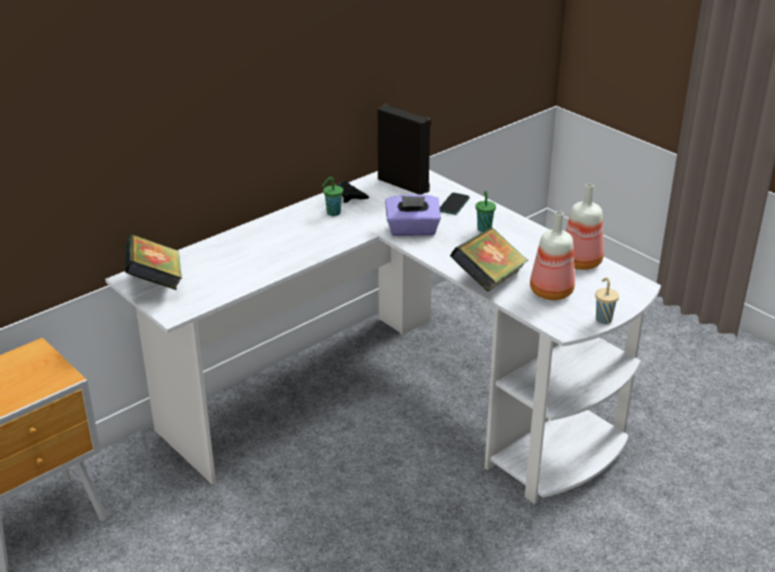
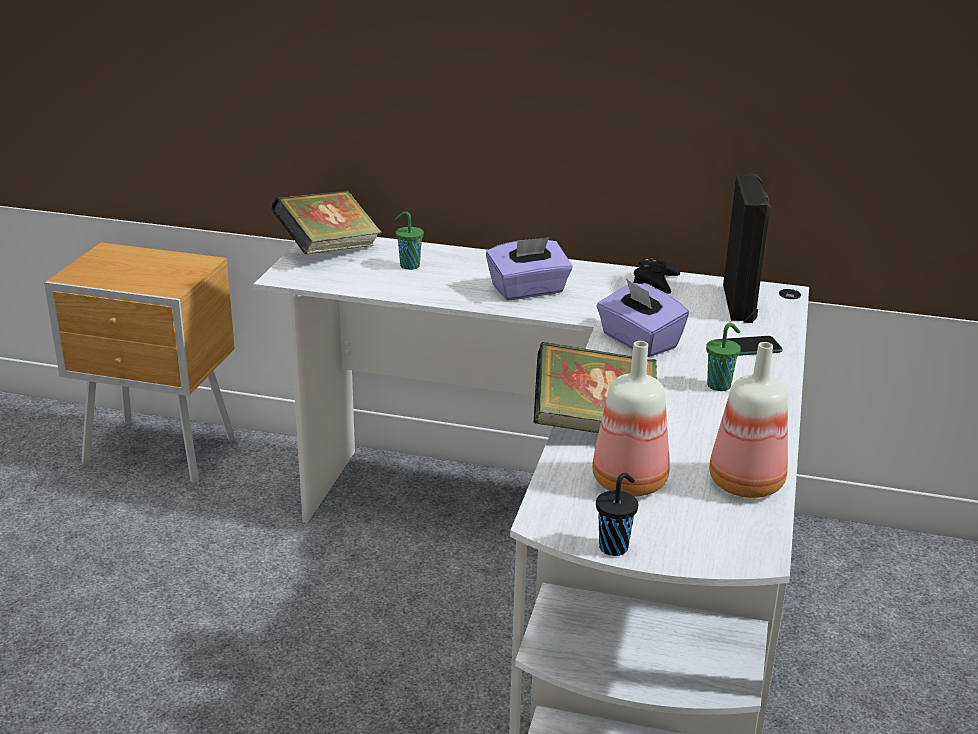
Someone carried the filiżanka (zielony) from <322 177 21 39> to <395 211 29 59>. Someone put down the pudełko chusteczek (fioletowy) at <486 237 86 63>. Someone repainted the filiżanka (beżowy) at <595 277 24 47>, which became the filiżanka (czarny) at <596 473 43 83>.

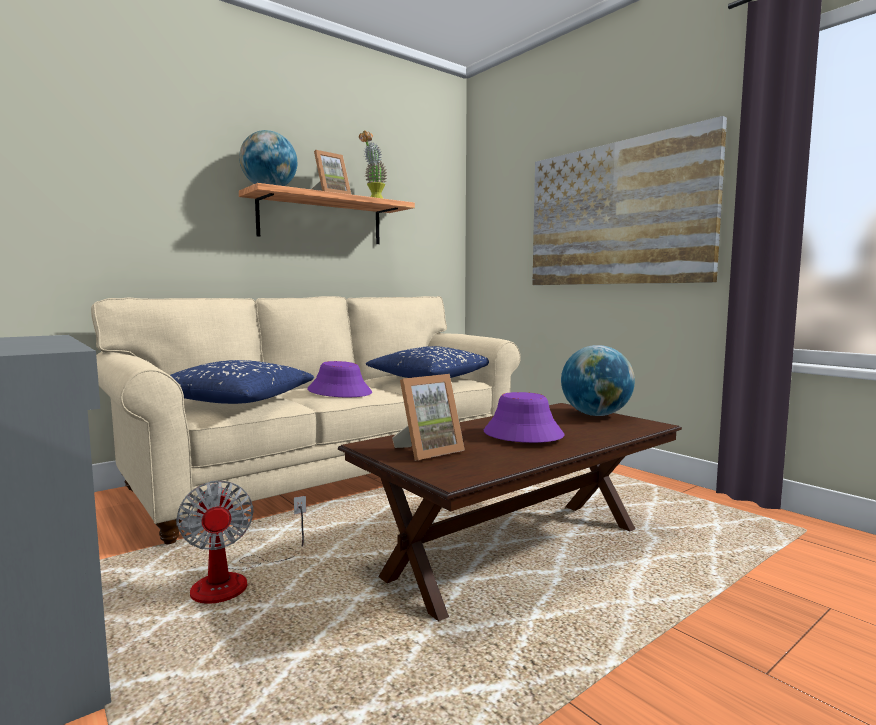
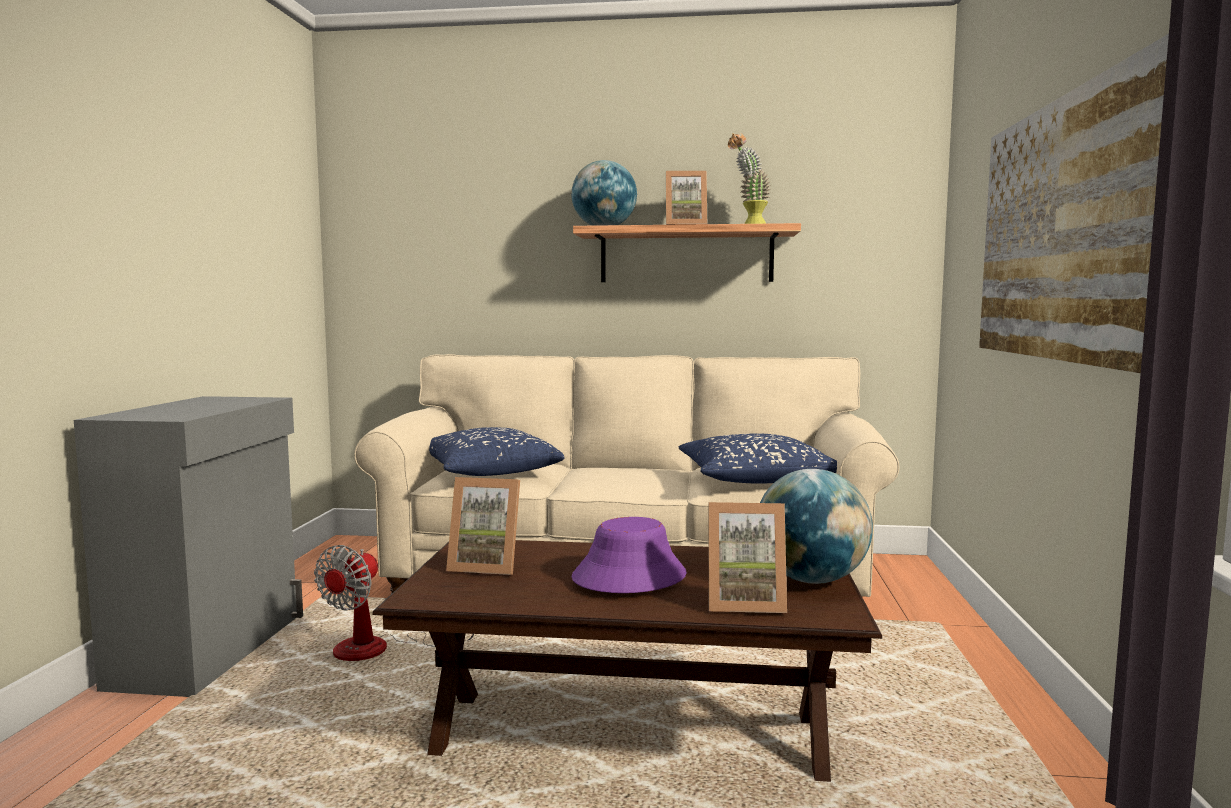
Someone put down the ramka na zdjęcie at <708 502 79 111>. Someone took away the kapelusz (fioletowy) at <307 361 65 36>.

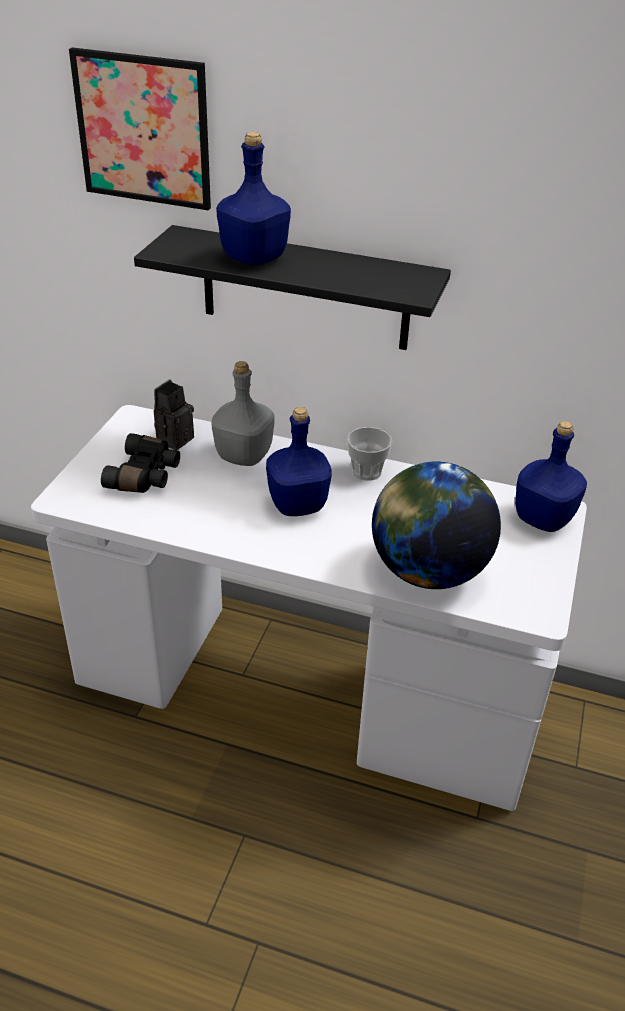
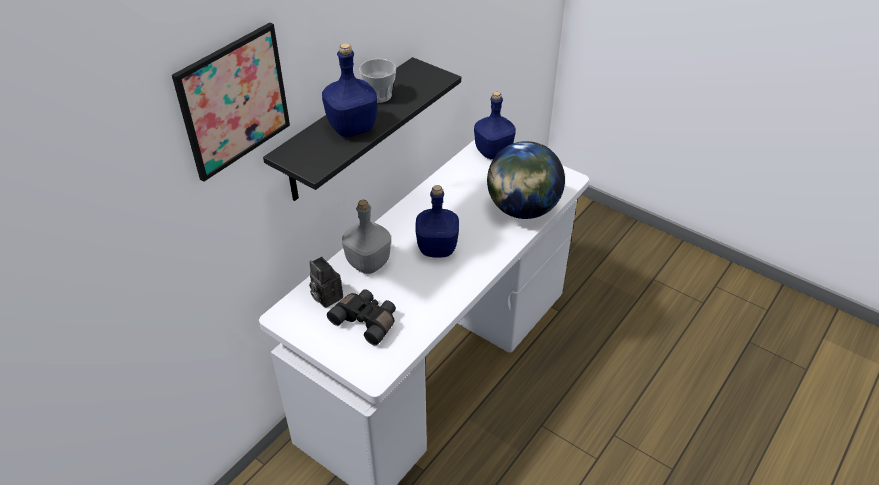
Someone carried the filiżanka from <347 427 45 54> to <359 59 37 44>.

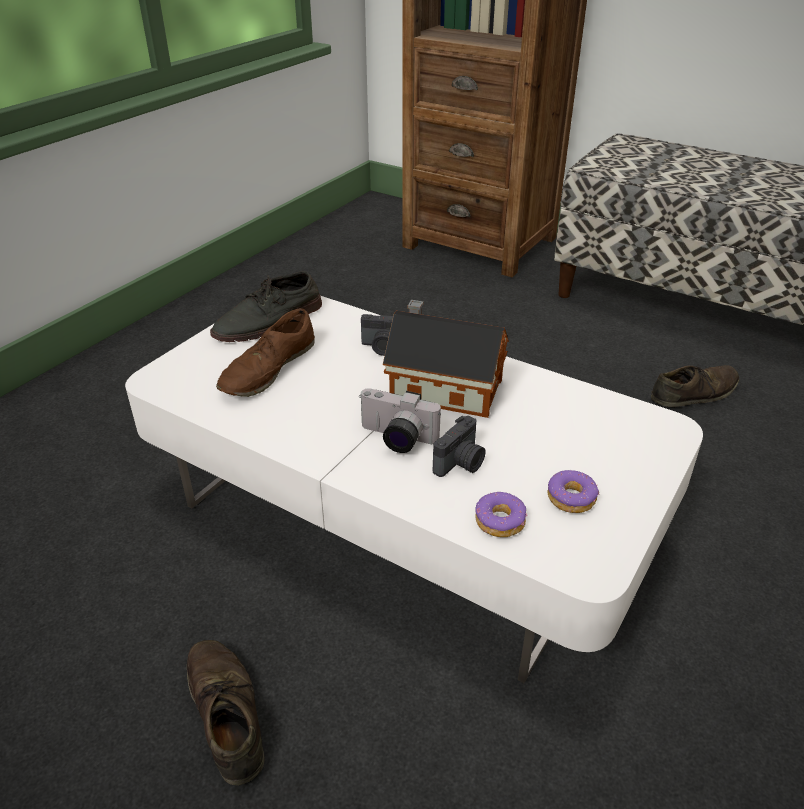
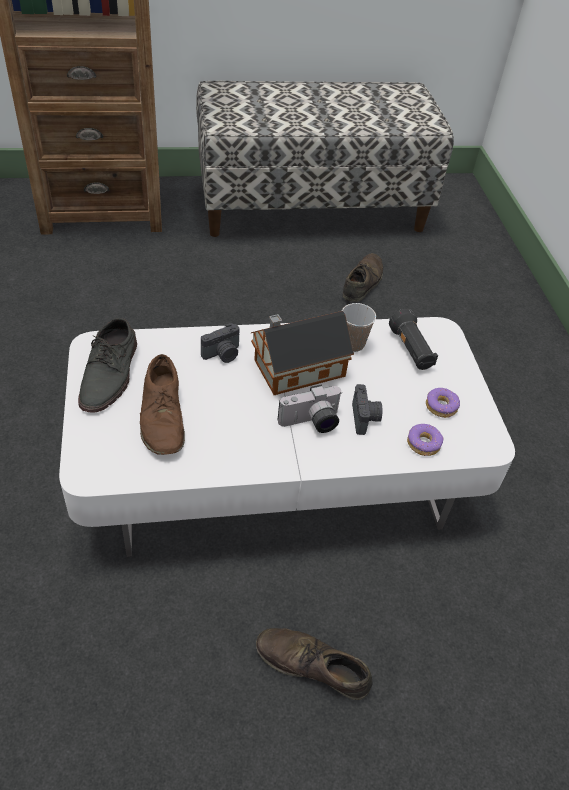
Someone put down the filiżanka at <342 303 34 49>. Someone put down the latarka (czarny) at <389 309 49 61>.

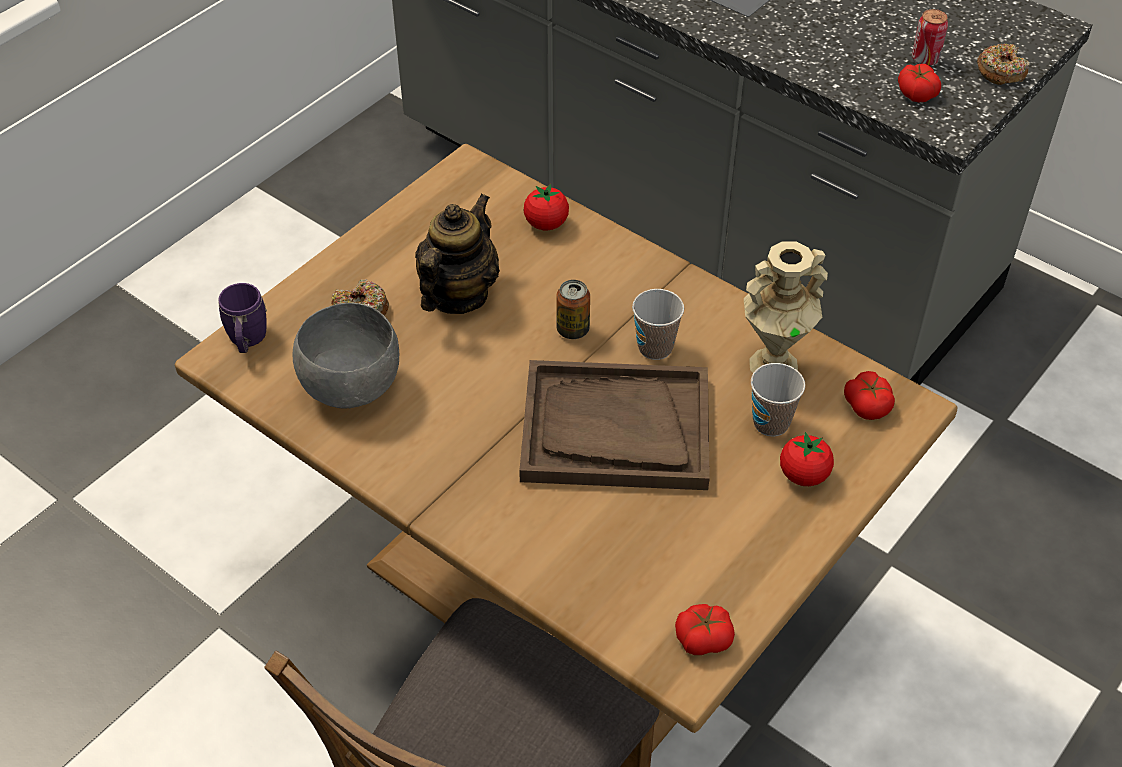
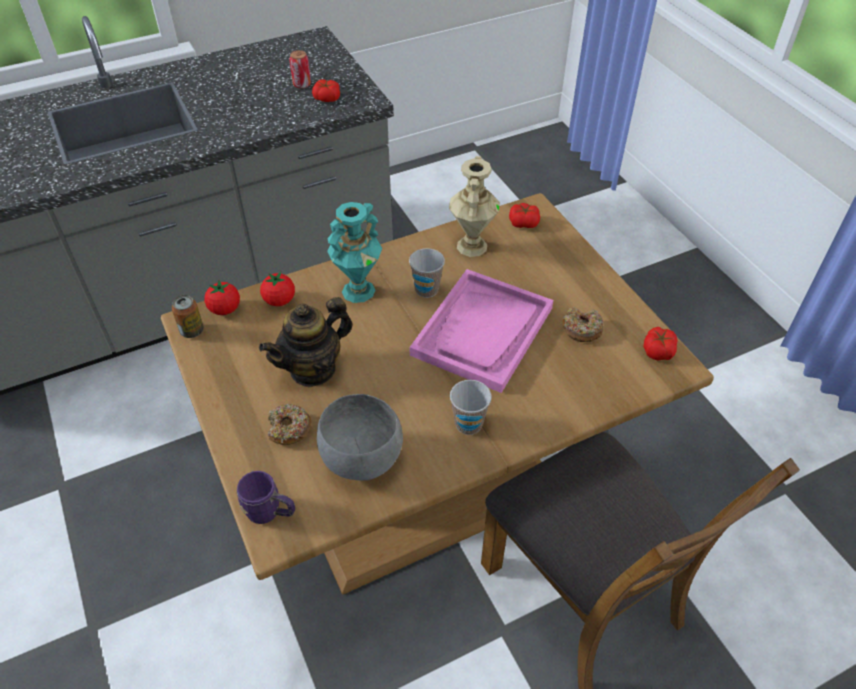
Someone carried the puszka from <556 280 34 59> to <172 295 32 43>. Someone carried the pomidor from <780 432 54 54> to <204 280 36 35>. Someone rotated the imbryk at <415 194 85 120> by 90 degrees counterclockwise. Someone put down the wazon (turkusowy) at <327 202 55 101>. Someone repainted the taca (brązowy) at <519 360 191 130>, which became the taca (różowy) at <410 269 143 124>. Someone carried the filiżanka from <751 363 54 74> to <450 380 42 55>. Someone carried the donut from <977 44 53 41> to <562 307 41 35>.

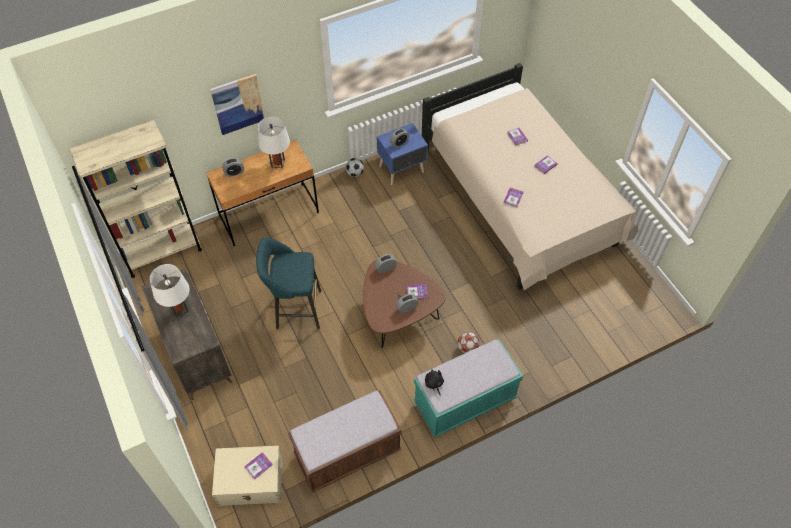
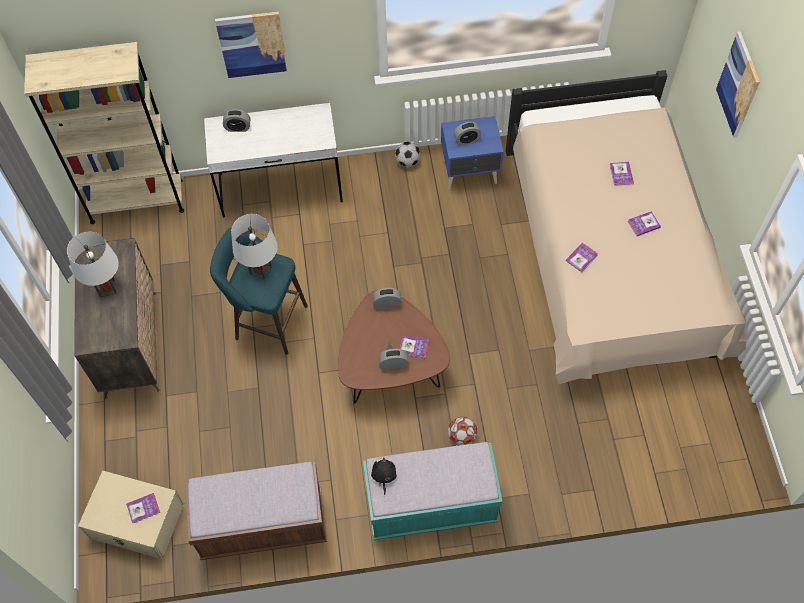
Someone repainted the biurko (brązowy) at <206 140 113 106>, which became the biurko (biały) at <204 103 139 114>. Someone carried the lampa stołowa (biały) from <258 116 32 52> to <231 214 47 66>. Someone put up the obraz at <716 31 44 107>.

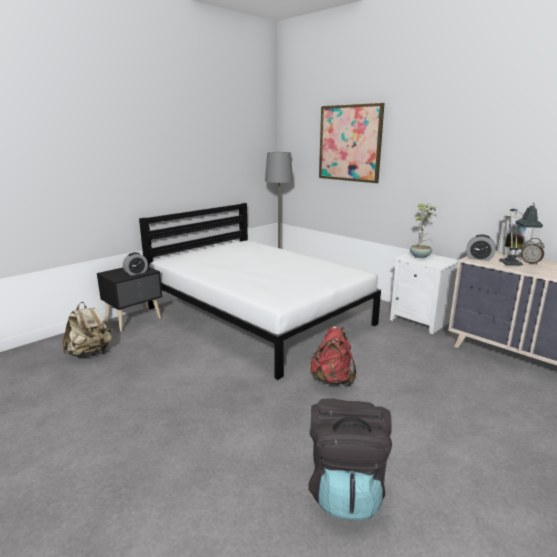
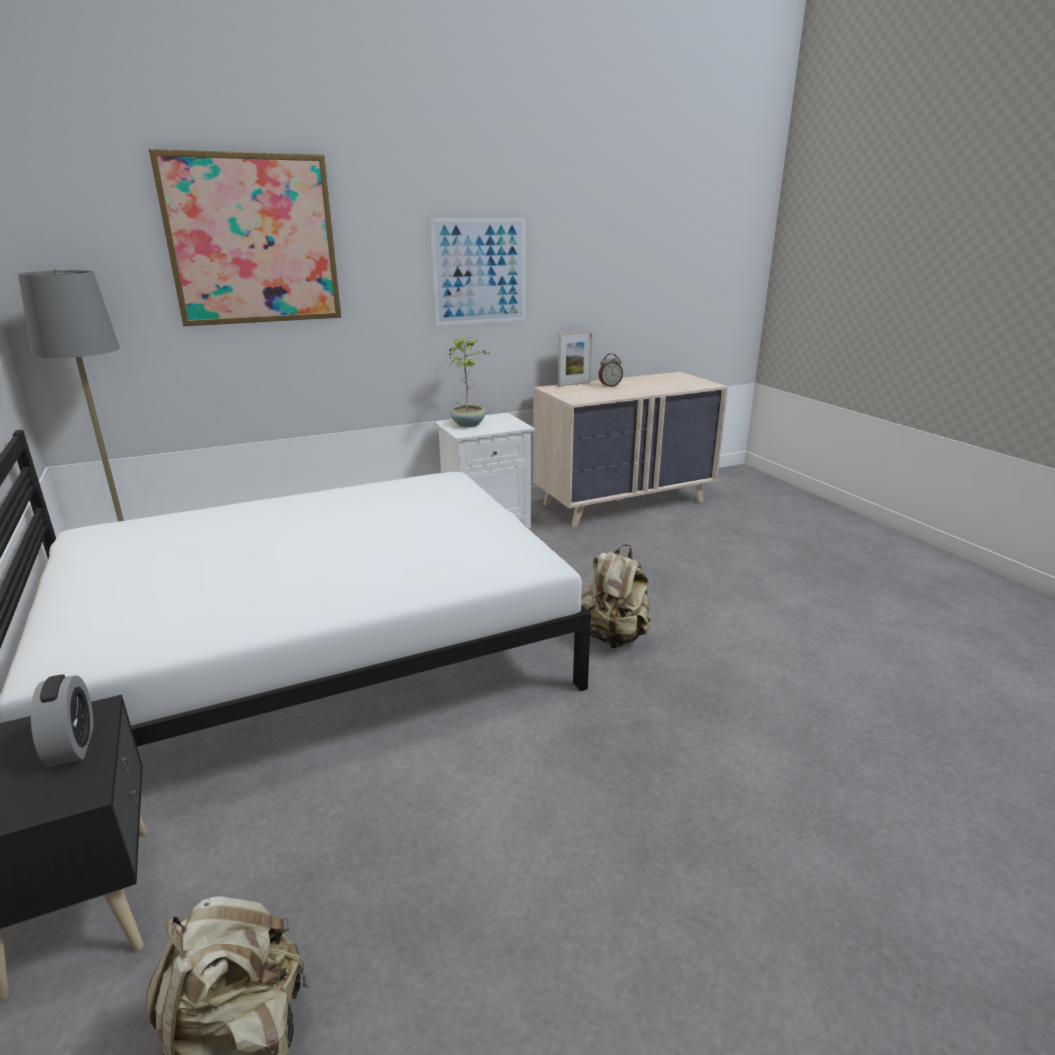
Someone put up the obraz at <430 218 95 108>. Someone repainted the plecak (czerwony) at <310 326 46 61>, which became the plecak (beżowy) at <581 544 71 104>. Someone took away the plecak (czarny) at <308 399 84 121>. Someone took away the budzik at <466 235 30 26>. Someone took away the lampa stołowa at <499 205 44 61>.

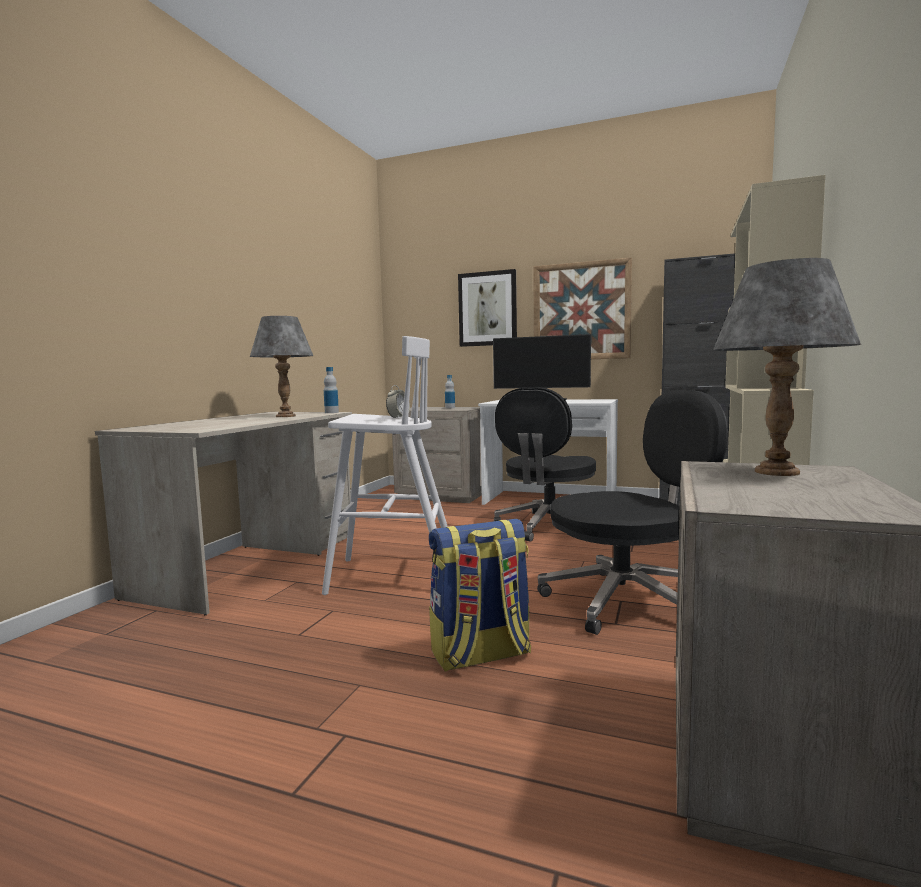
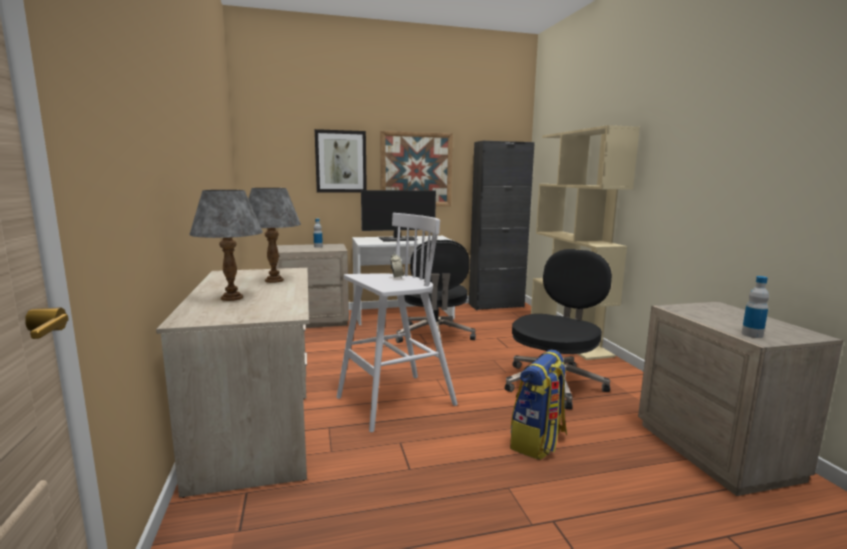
Someone carried the lampa stołowa (szary) from <713 258 148 218> to <189 190 74 111>. Someone carried the butelka from <324 367 15 46> to <742 276 27 62>.

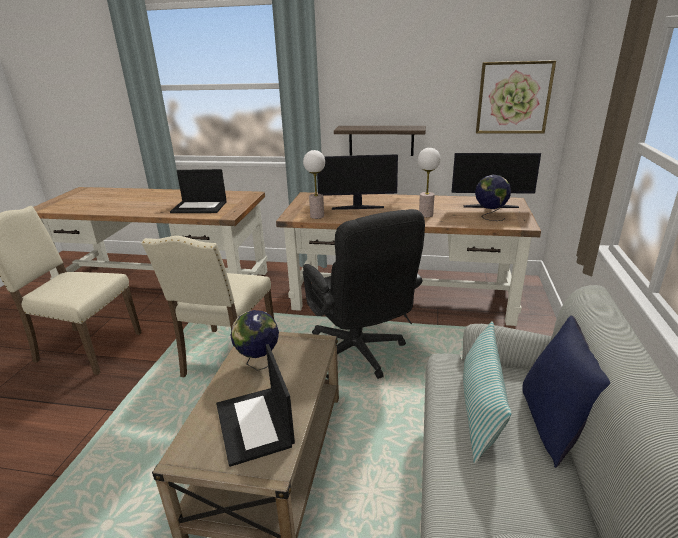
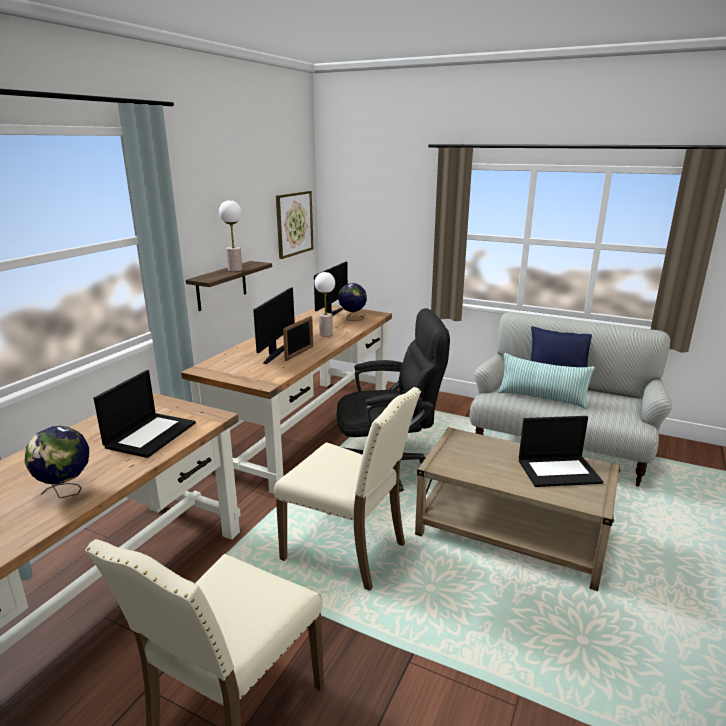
Someone carried the globus from <230 310 49 61> to <24 426 65 72>. Someone carried the lampa stołowa from <303 150 22 69> to <219 200 24 72>. Someone put down the ramka na zdjęcie at <283 316 30 45>.

